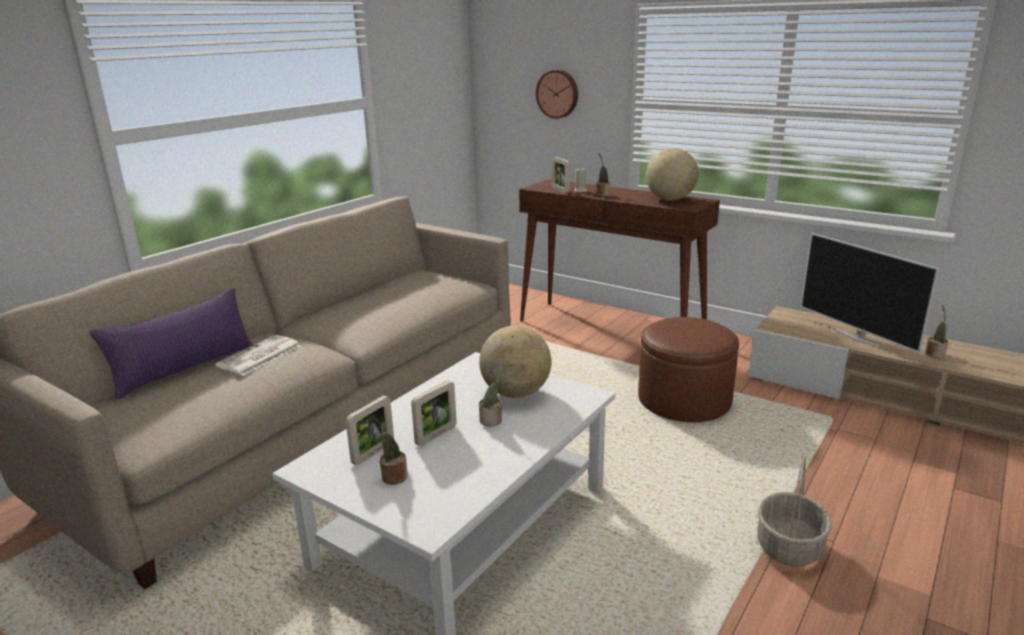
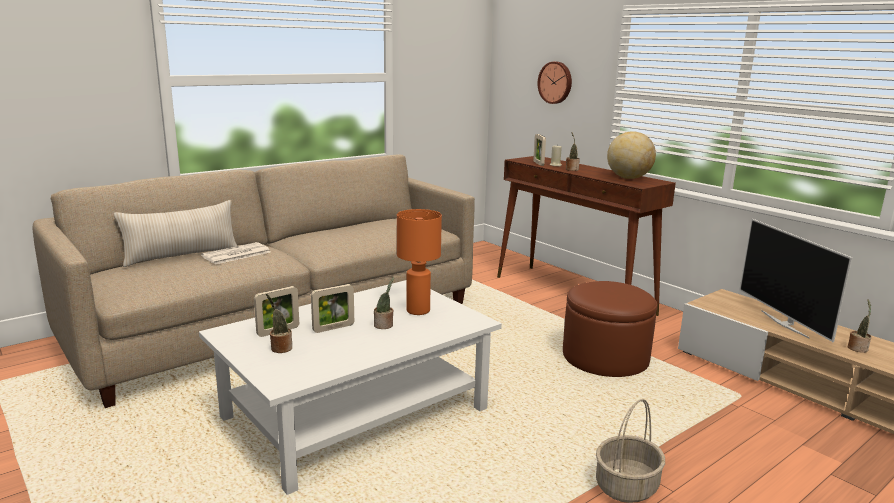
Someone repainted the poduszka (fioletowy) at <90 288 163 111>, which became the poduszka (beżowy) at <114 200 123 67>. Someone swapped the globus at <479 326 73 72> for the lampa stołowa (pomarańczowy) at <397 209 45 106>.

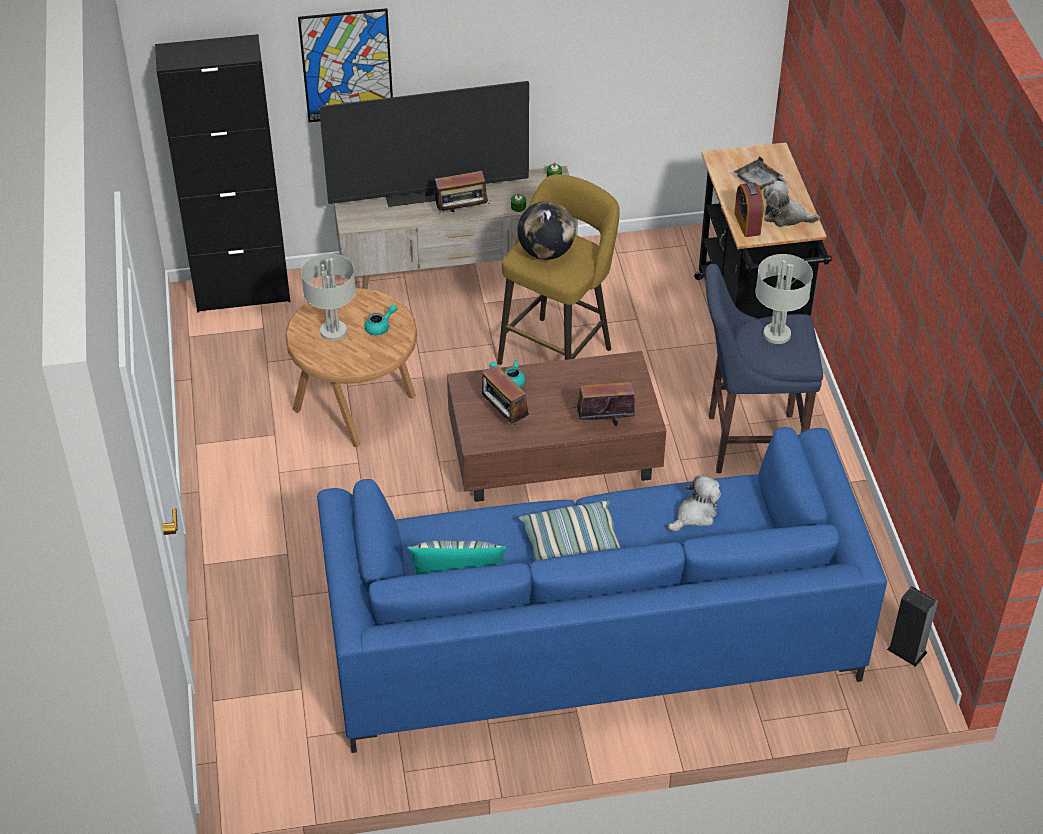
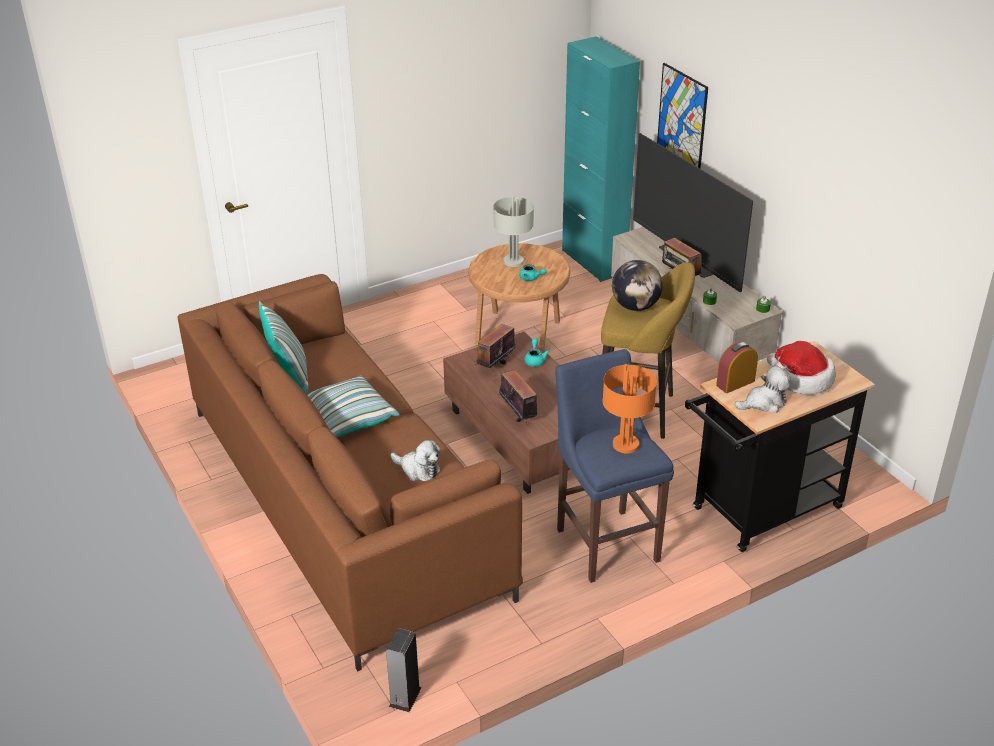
Someone repainted the kanapa (niebieski) at <317 427 570 326>, which became the kanapa (brązowy) at <177 274 346 397>. Someone repainted the szafka (czarny) at <155 34 135 278>, which became the szafka (turkusowy) at <562 36 78 246>. Someone repainted the lampa stołowa (szary) at <755 254 58 90>, which became the lampa stołowa (pomarańczowy) at <602 364 55 89>. Someone rotated the pluszak at <763 180 57 47> by 75 degrees clockwise. Someone swapped the taca (szary) at <734 157 53 33> for the kapelusz at <767 341 69 54>.

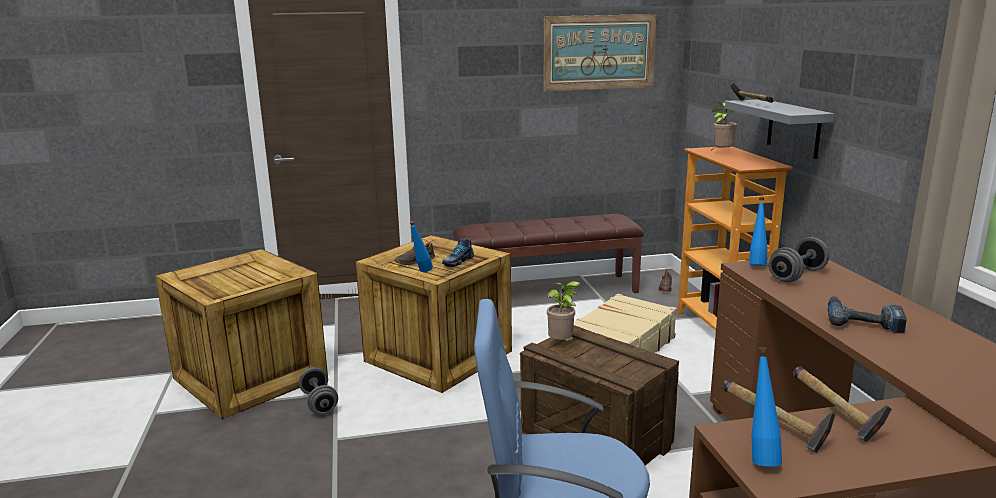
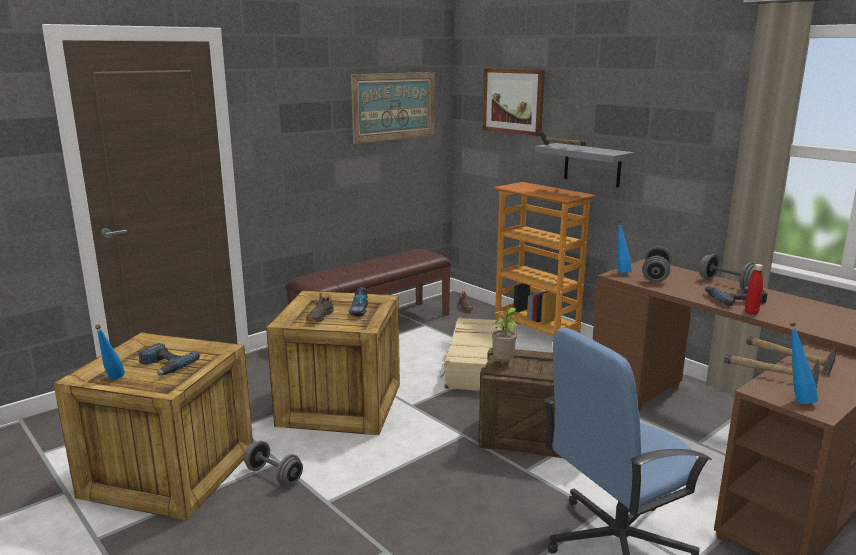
Someone carried the butelka (niebieski) from <410 221 23 51> to <95 324 30 56>. Someone put down the wiertarka at <138 343 62 33>. Someone put up the obraz at <483 68 62 68>. Someone put down the hantel (szary) at <699 254 56 35>. Someone put down the butelka (czerwony) at <745 264 18 51>. Someone took away the roślina doniczkowa at <712 100 25 49>.

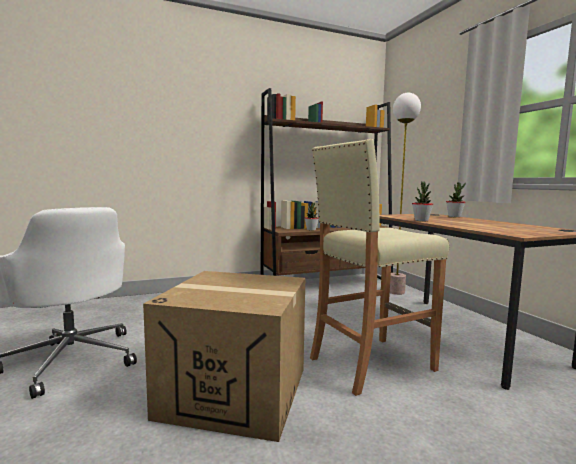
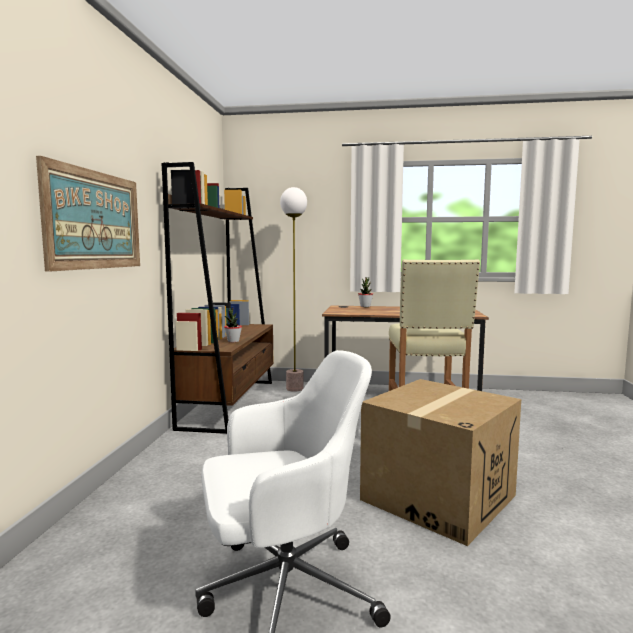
Someone put up the obraz at <36 156 104 116>. Someone took away the roślina doniczkowa at <412 182 21 39>.

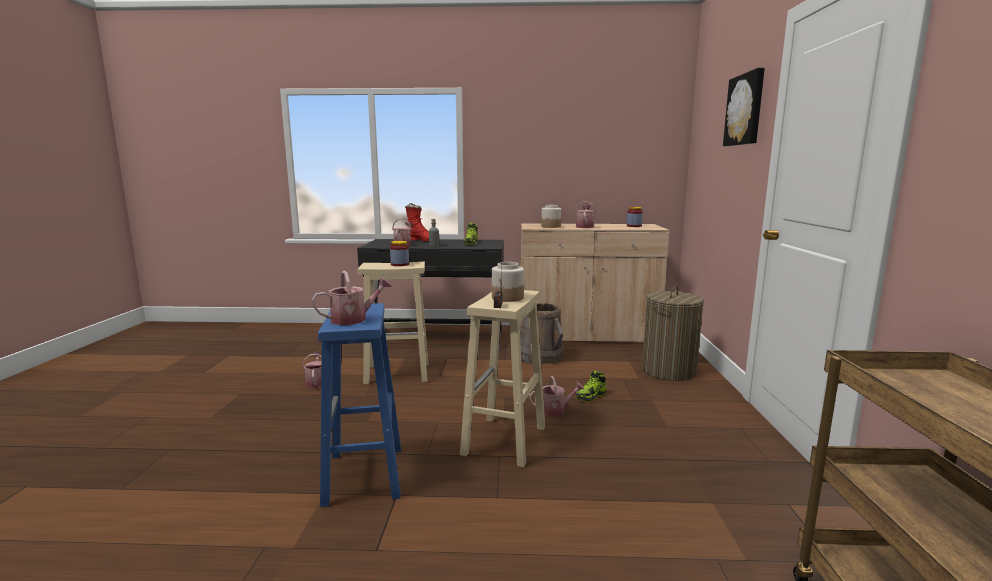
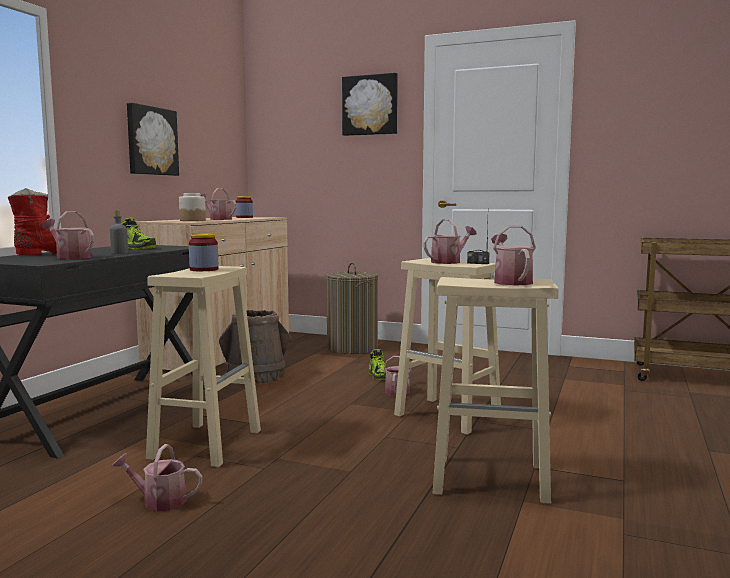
Someone put up the obraz at <127 103 52 73>. Someone swapped the słoik at <492 262 32 40> for the konewka at <423 219 54 45>. Someone repainted the stołek (niebieski) at <318 303 83 204>, which became the stołek (beżowy) at <433 277 125 227>.

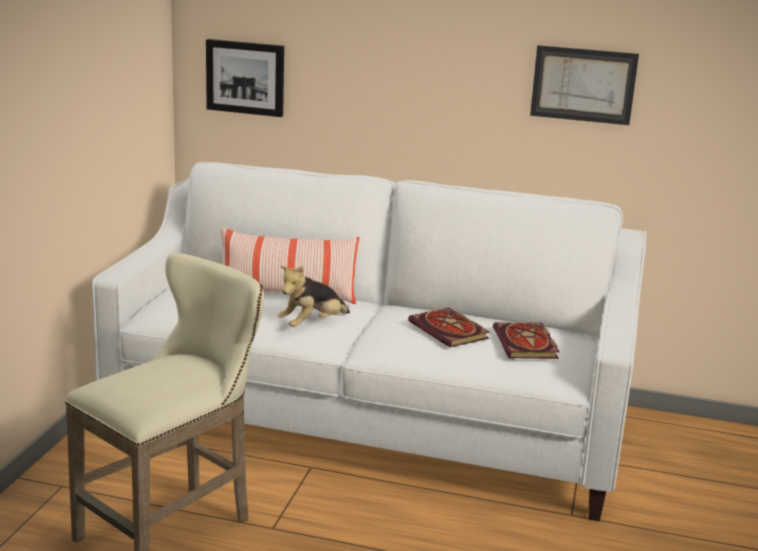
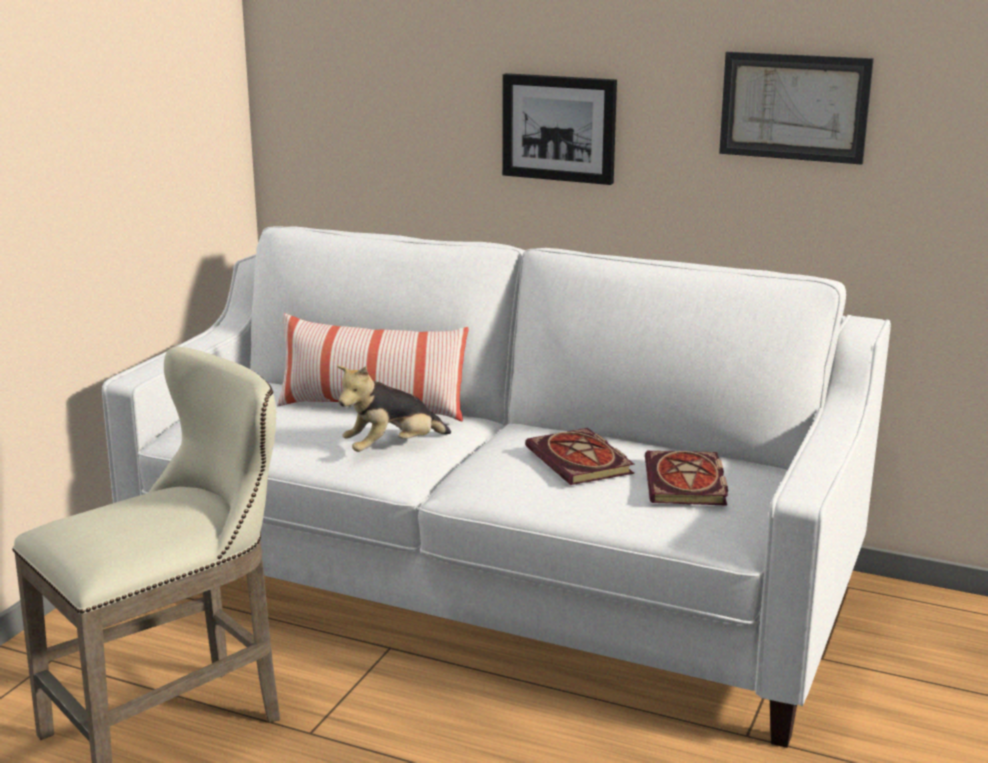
Someone carried the obraz from <206 39 78 78> to <502 73 115 112>.

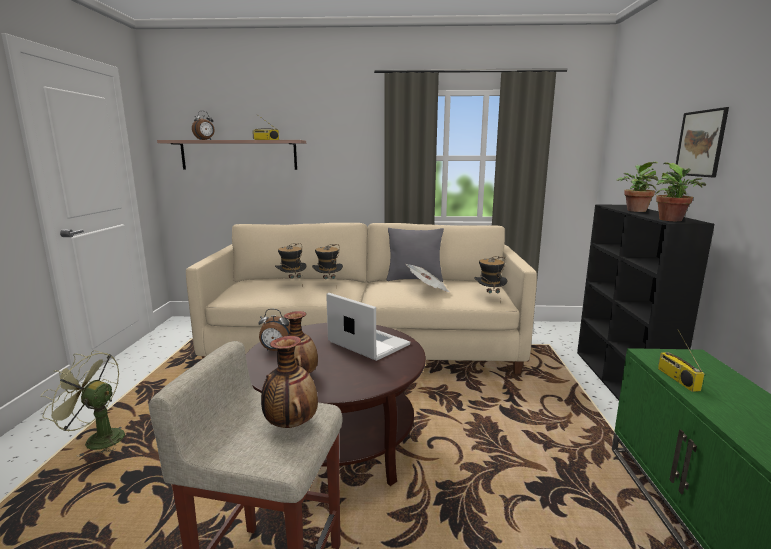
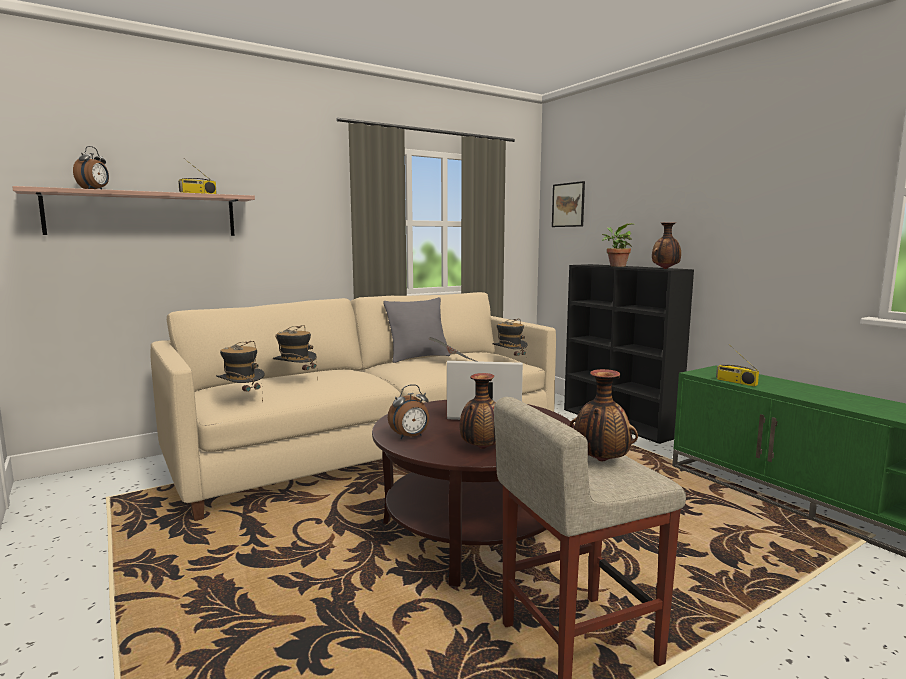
Someone carried the kapelusz from <312 244 31 35> to <216 341 49 62>. Someone carried the obraz from <674 107 55 70> to <552 181 33 46>. Someone swapped the roślina doniczkowa at <655 163 52 58> for the wazon at <652 222 29 47>. Someone took away the wentylator (zielony) at <41 350 84 107>.

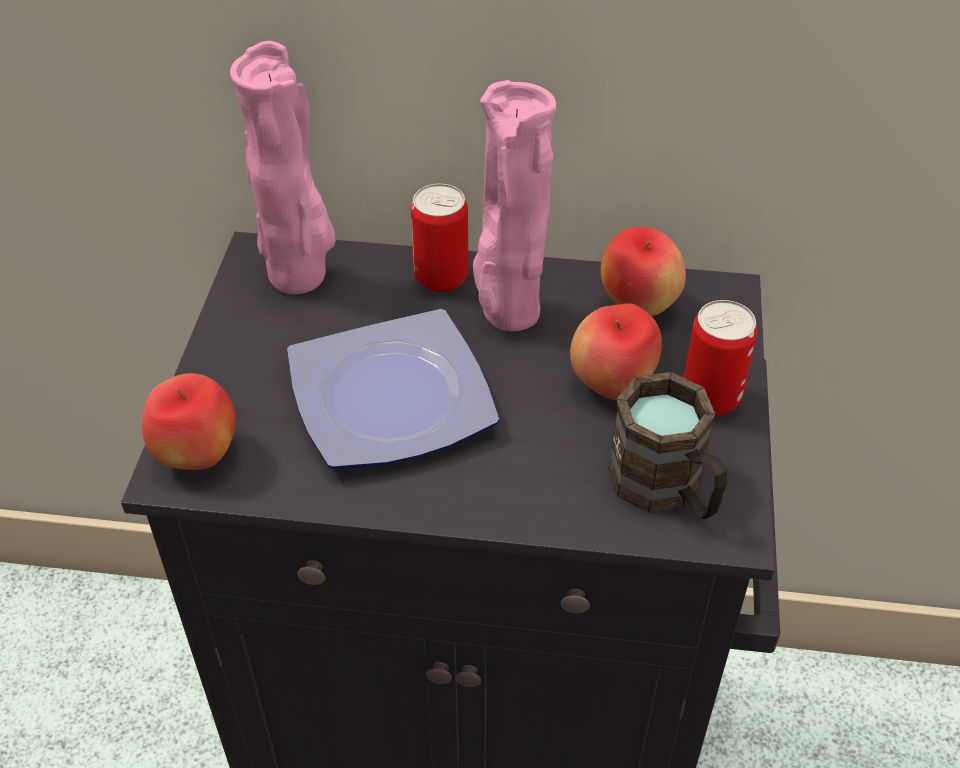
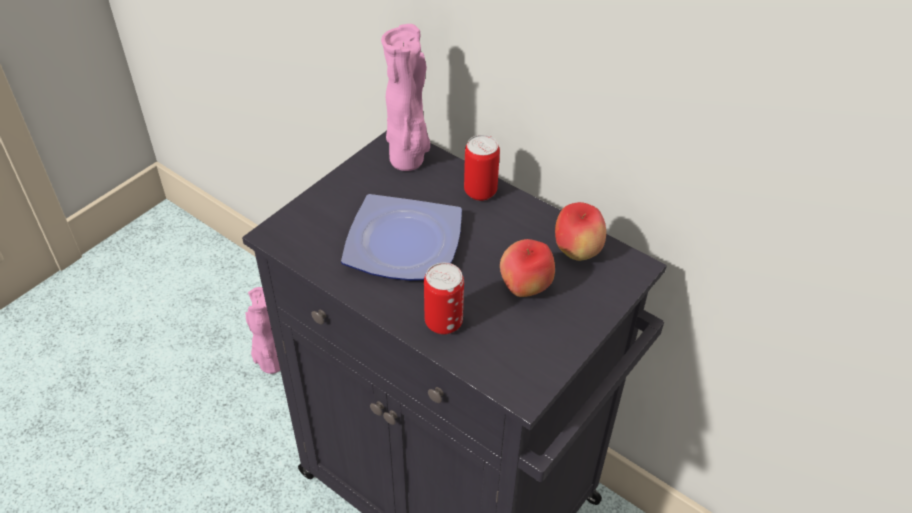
Someone carried the wazon (różowy) from <473 80 83 251> to <246 287 34 87>. Someone carried the puszka from <684 300 73 116> to <424 263 40 71>. Someone took away the jabłko at <142 373 94 97>. Someone took away the kubek (brązowy) at <608 372 119 147>.

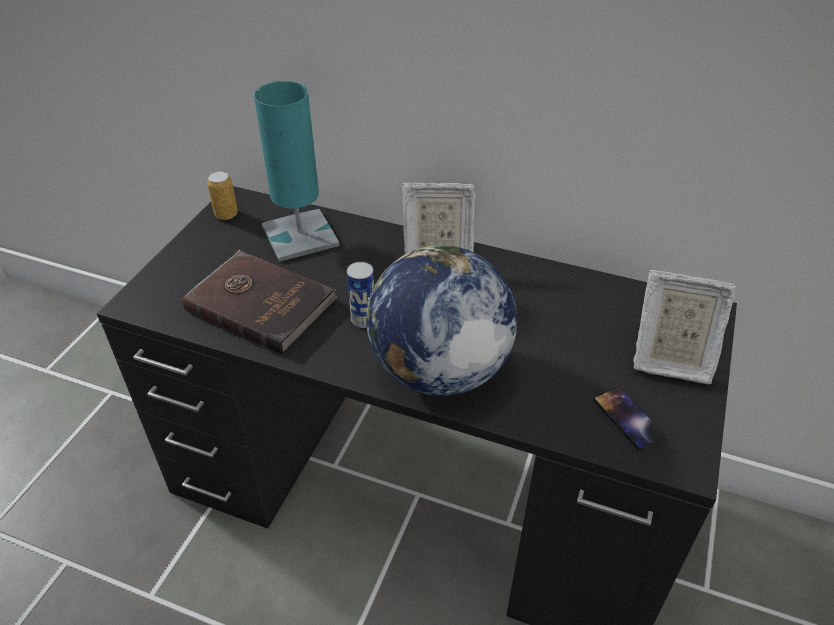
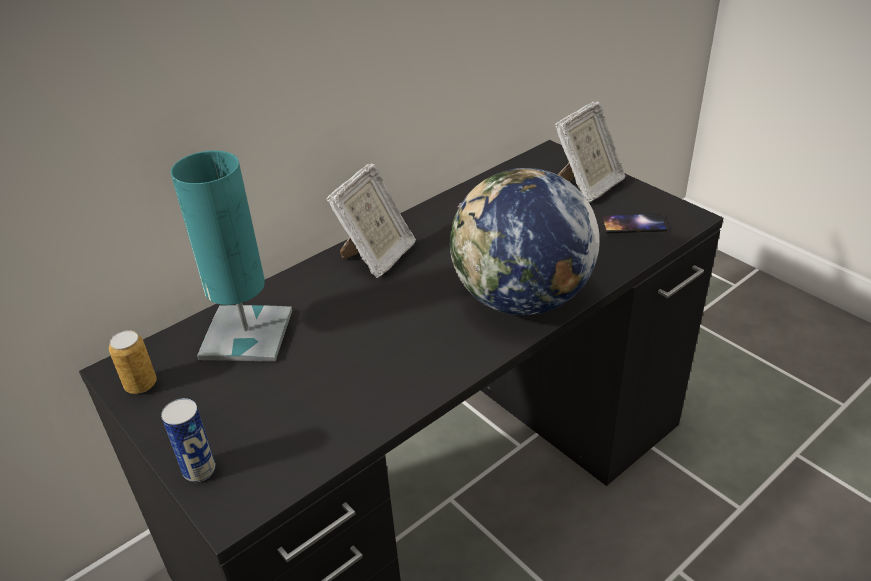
Someone carried the puszka from <347 262 27 66> to <161 398 55 84>. Someone took away the książka (brązowy) at <182 250 156 105>.

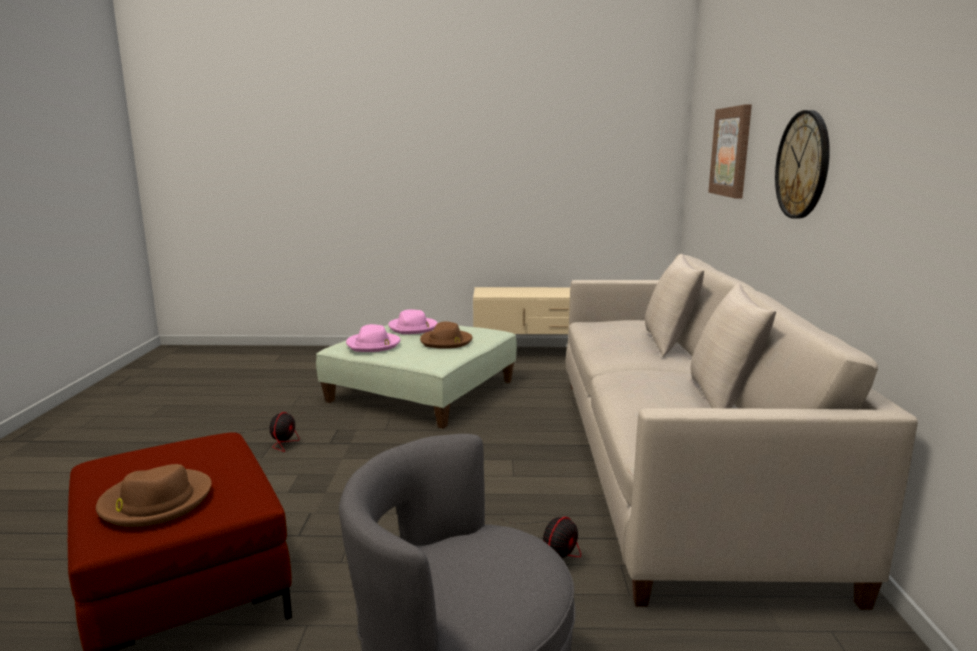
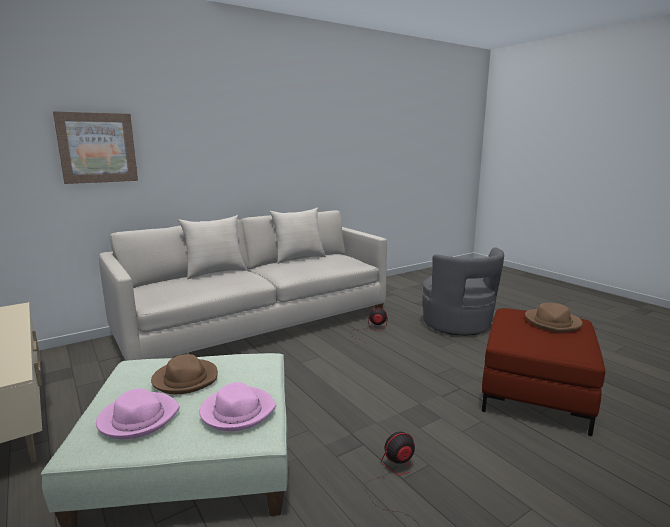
Someone took away the zegar ścienny at <775 110 55 109>.

